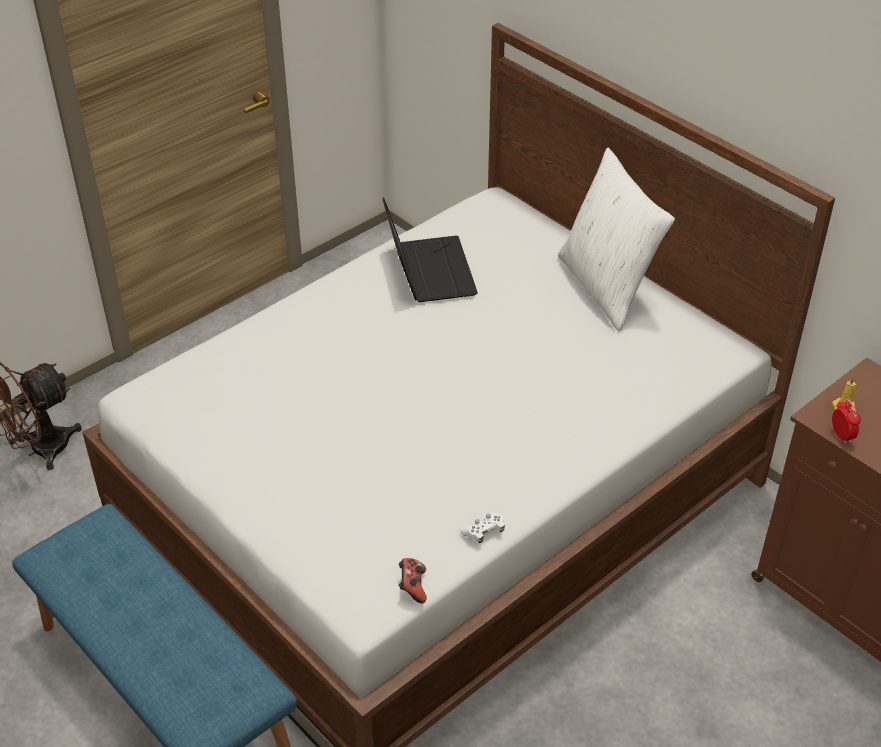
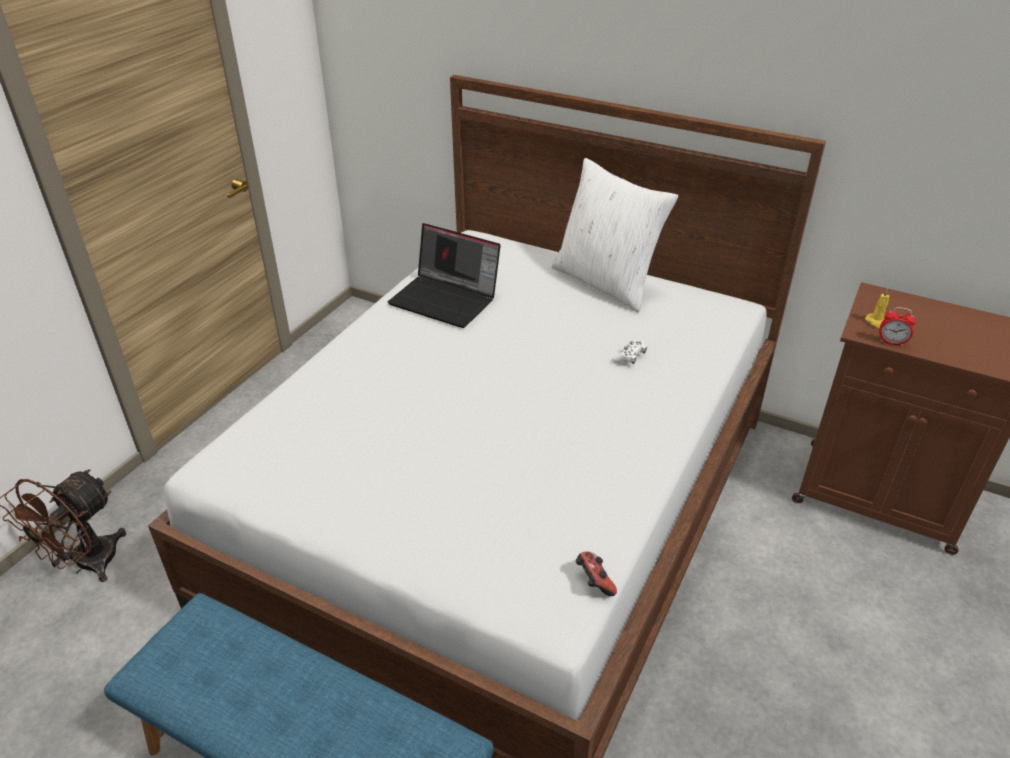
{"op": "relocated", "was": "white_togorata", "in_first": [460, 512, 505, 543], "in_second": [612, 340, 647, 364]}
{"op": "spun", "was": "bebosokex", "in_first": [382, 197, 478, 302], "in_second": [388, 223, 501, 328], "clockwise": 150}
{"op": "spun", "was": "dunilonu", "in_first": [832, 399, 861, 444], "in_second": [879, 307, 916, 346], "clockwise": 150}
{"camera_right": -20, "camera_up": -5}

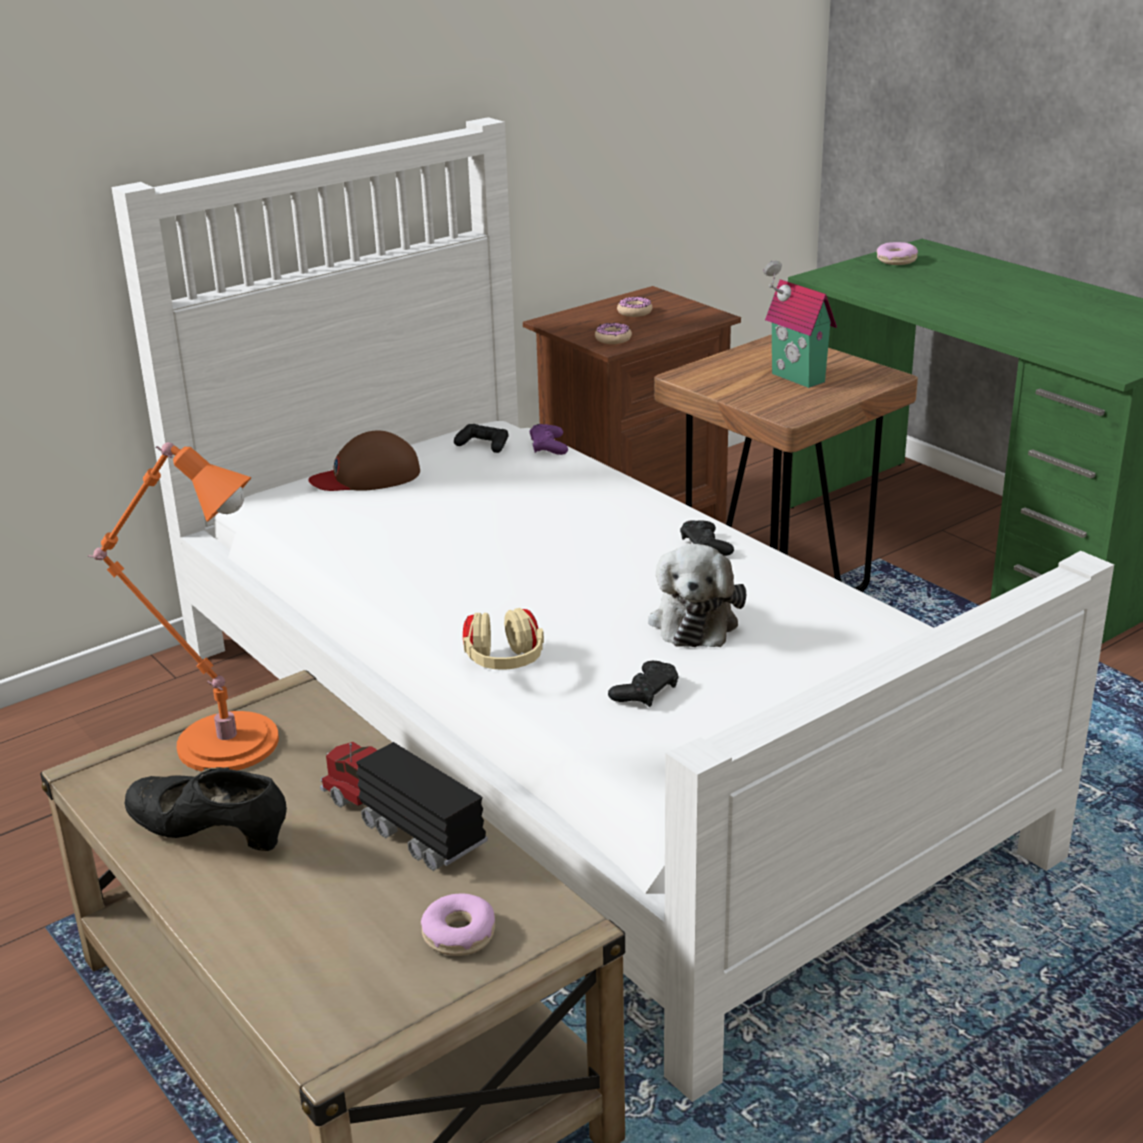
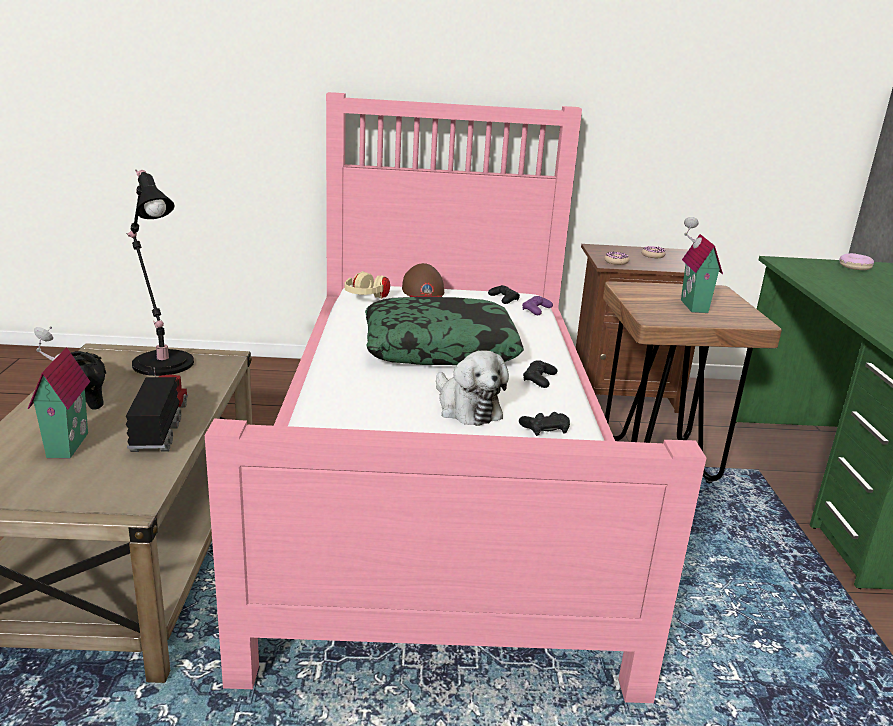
{"op": "missing", "was": "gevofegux", "in_first": [421, 894, 495, 956]}
{"op": "appeared", "now": "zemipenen", "in_second": [28, 327, 90, 458]}
{"op": "appeared", "now": "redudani", "in_second": [365, 297, 524, 365]}
{"op": "relocated", "was": "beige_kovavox", "in_first": [463, 608, 544, 670], "in_second": [345, 271, 390, 299]}
{"op": "relocated", "was": "black_togorata", "in_first": [608, 661, 679, 707], "in_second": [519, 412, 570, 436]}
{"op": "colour", "was": "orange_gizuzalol", "now": "black_gizuzalol", "in_first": [88, 442, 279, 771], "in_second": [126, 170, 194, 376]}
{"op": "colour", "was": "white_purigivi", "now": "pink_purigivi", "in_first": [111, 117, 1114, 1102], "in_second": [205, 92, 706, 703]}
{"op": "spun", "was": "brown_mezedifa", "in_first": [308, 431, 420, 491], "in_second": [402, 263, 444, 297], "clockwise": -120}
{"op": "spun", "was": "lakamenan", "in_first": [648, 544, 746, 647], "in_second": [436, 351, 509, 426], "clockwise": -75}
{"camera_right": 35, "camera_up": -5}

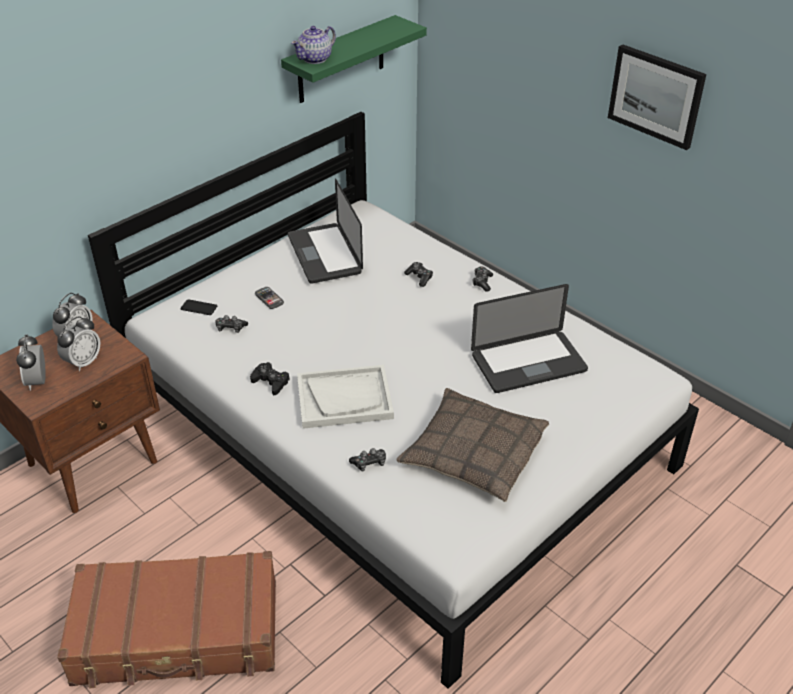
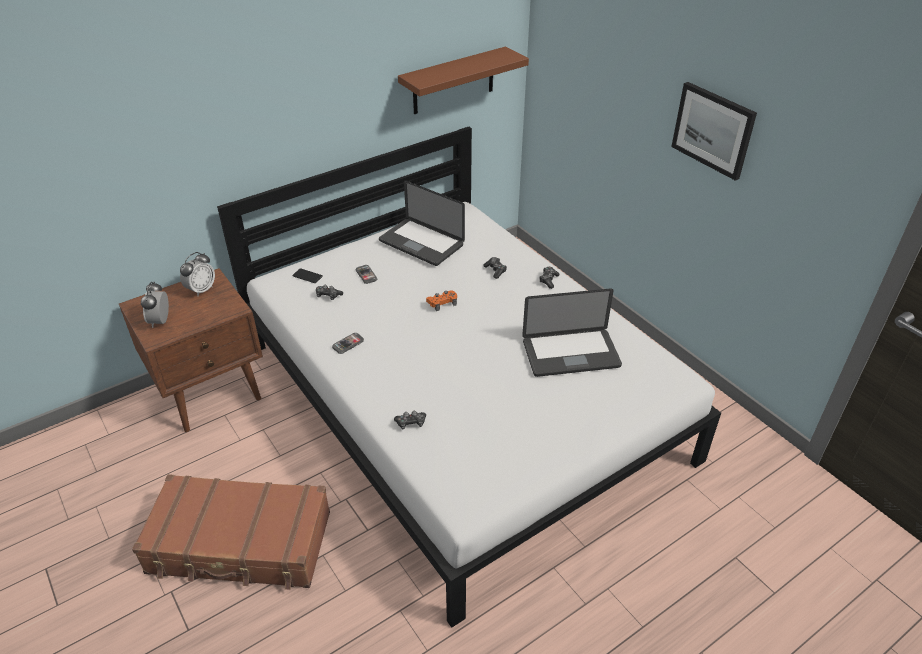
{"op": "missing", "was": "dunilonu", "in_first": [57, 316, 100, 371]}
{"op": "missing", "was": "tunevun", "in_first": [291, 26, 336, 64]}
{"op": "missing", "was": "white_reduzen", "in_first": [297, 365, 394, 429]}
{"op": "missing", "was": "redudani", "in_first": [397, 388, 549, 502]}
{"op": "appeared", "now": "orange_togorata", "in_second": [426, 290, 457, 311]}
{"op": "exchanged", "was": "black_togorata", "now": "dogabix", "in_first": [250, 362, 290, 395], "in_second": [332, 333, 364, 354]}
{"op": "colour", "was": "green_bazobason", "now": "brown_bazobason", "in_first": [281, 15, 427, 103], "in_second": [398, 47, 529, 114]}
{"op": "spun", "was": "bebosokex", "in_first": [288, 179, 363, 284], "in_second": [379, 180, 465, 266], "clockwise": -45}
{"camera_right": 10, "camera_up": 0}

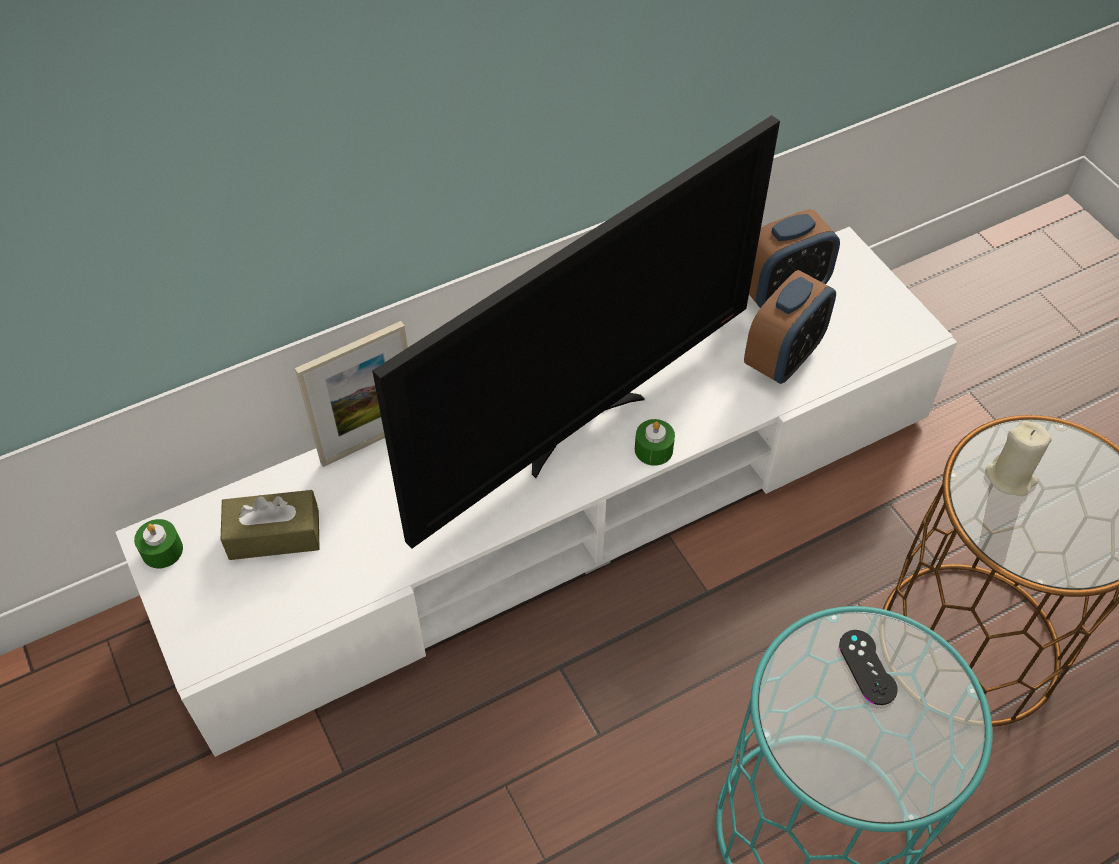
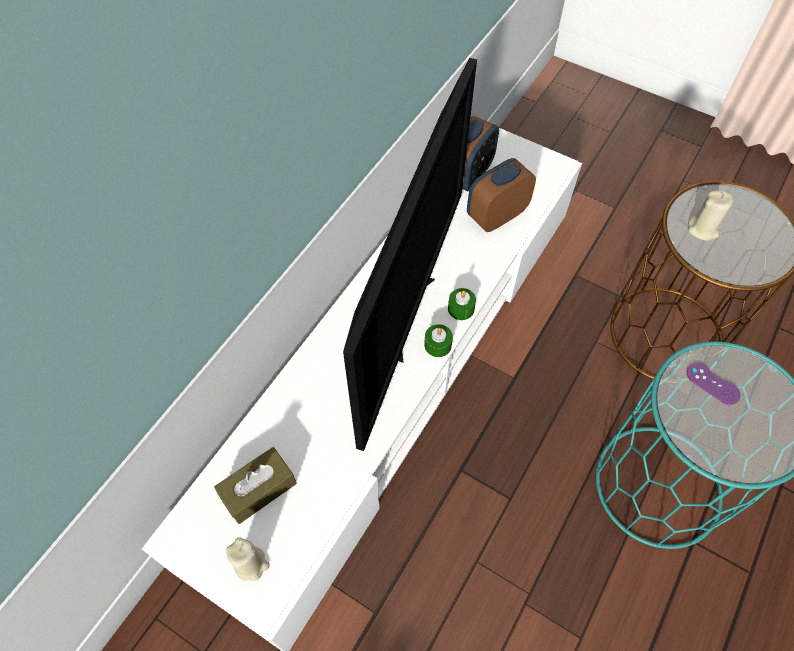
{"op": "missing", "was": "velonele", "in_first": [295, 321, 408, 467]}
{"op": "appeared", "now": "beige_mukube", "in_second": [226, 537, 269, 581]}
{"op": "relocated", "was": "green_mukube", "in_first": [134, 519, 183, 568], "in_second": [424, 324, 453, 357]}
{"op": "colour", "was": "black_togorata", "now": "purple_togorata", "in_first": [839, 630, 898, 705], "in_second": [687, 363, 741, 405]}
{"op": "spun", "was": "dunilonu", "in_first": [744, 270, 836, 384], "in_second": [467, 158, 536, 232], "clockwise": -135}
{"camera_right": -30, "camera_up": 5}

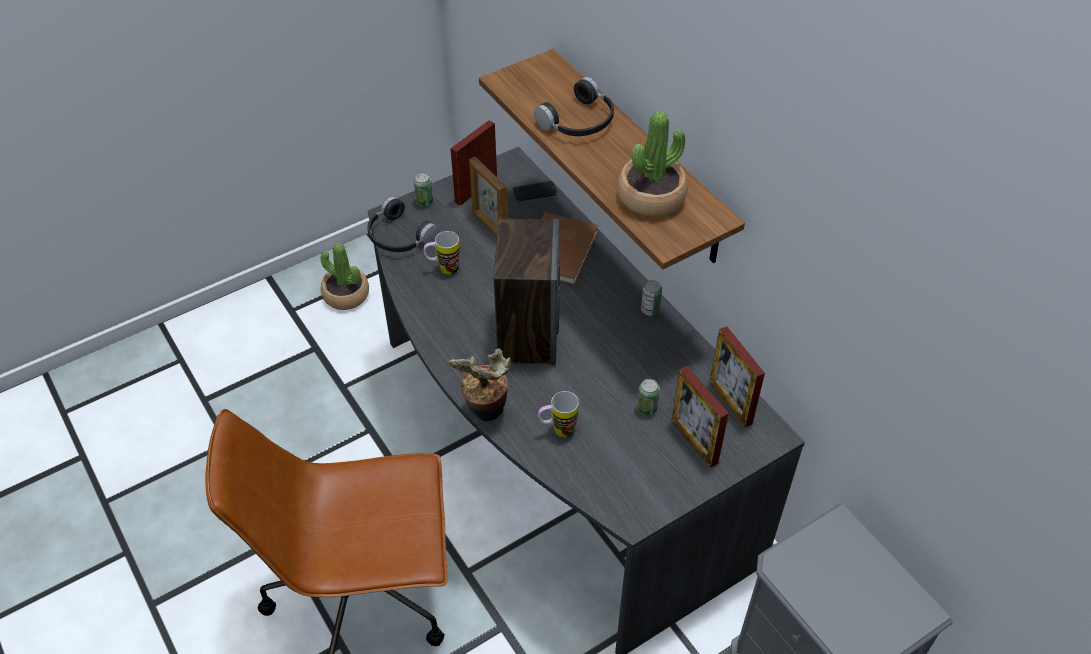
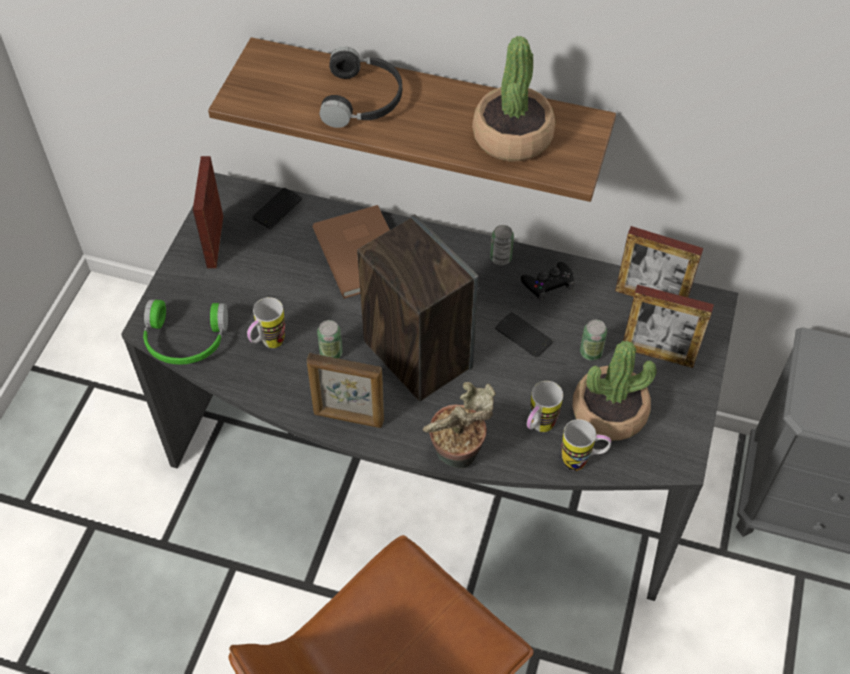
{"op": "appeared", "now": "dogabix", "in_second": [495, 312, 553, 357]}
{"op": "appeared", "now": "black_togorata", "in_second": [521, 262, 574, 301]}
{"op": "appeared", "now": "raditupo", "in_second": [561, 419, 611, 471]}
{"op": "relocated", "was": "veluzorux", "in_first": [321, 243, 369, 310], "in_second": [573, 340, 657, 441]}
{"op": "relocated", "was": "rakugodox", "in_first": [414, 173, 433, 207], "in_second": [317, 320, 343, 359]}
{"op": "relocated", "was": "velonele", "in_first": [469, 157, 508, 236], "in_second": [307, 353, 384, 428]}
{"op": "colour", "was": "black_kovavox", "now": "green_kovavox", "in_first": [367, 196, 438, 252], "in_second": [143, 299, 228, 365]}
{"camera_right": -40, "camera_up": 5}

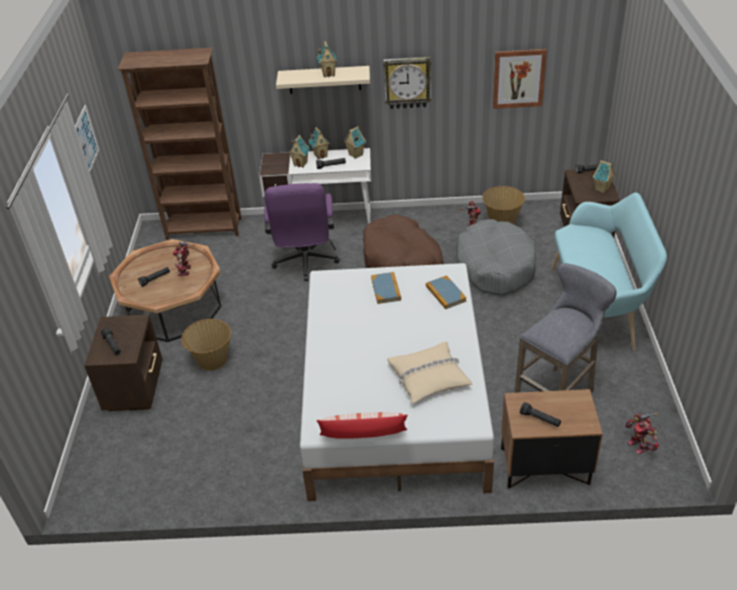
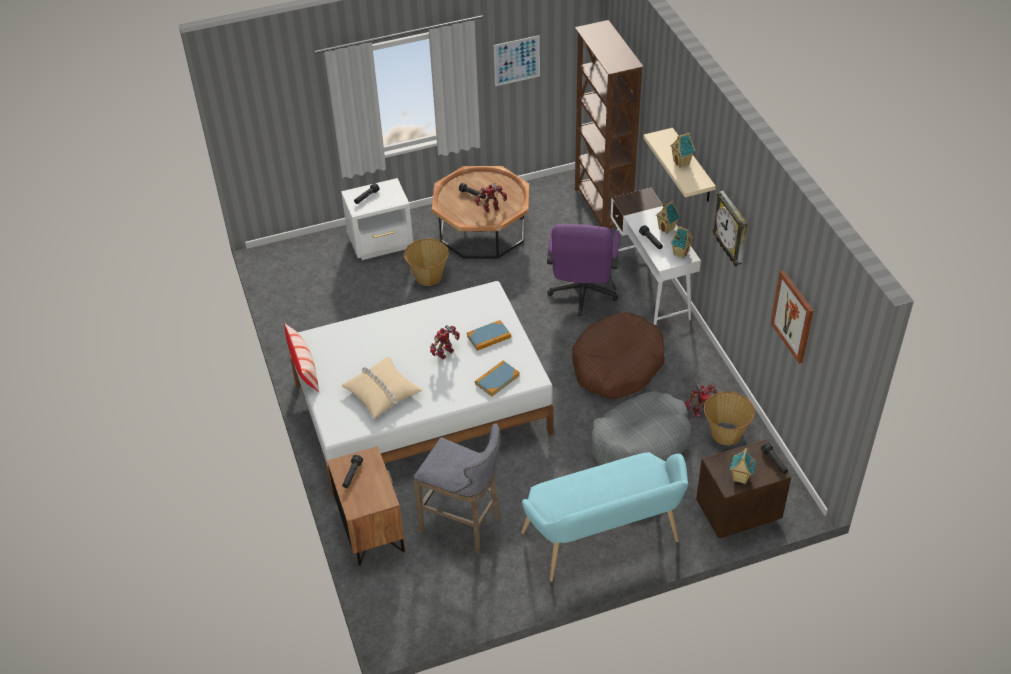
{"op": "missing", "was": "zemipenen", "in_first": [288, 135, 310, 168]}
{"op": "relocated", "was": "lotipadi", "in_first": [625, 413, 659, 455], "in_second": [430, 325, 460, 359]}
{"op": "colour", "was": "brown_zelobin", "now": "white_zelobin", "in_first": [84, 315, 163, 411], "in_second": [341, 178, 413, 260]}
{"op": "spun", "was": "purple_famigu", "in_first": [264, 183, 340, 281], "in_second": [547, 224, 620, 316], "clockwise": -60}
{"camera_right": 70, "camera_up": 5}

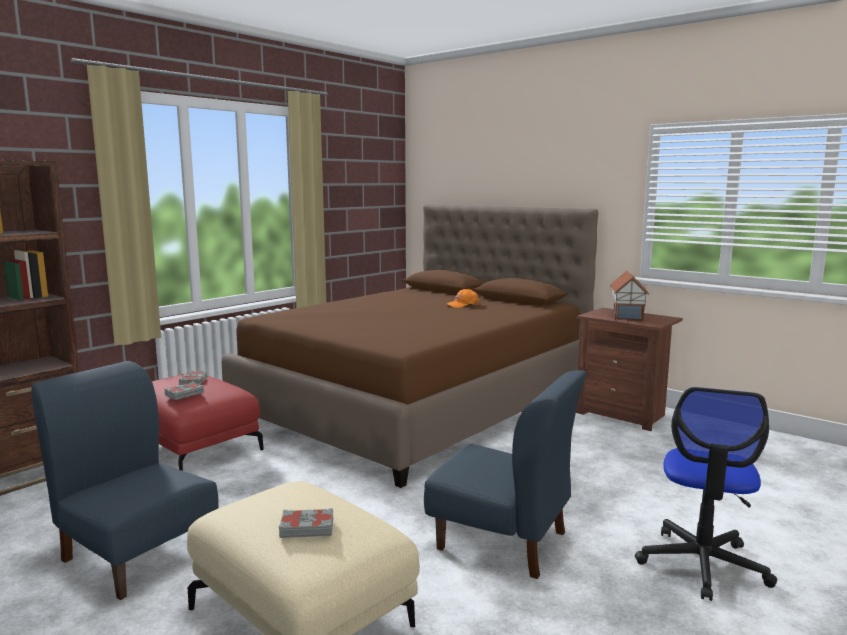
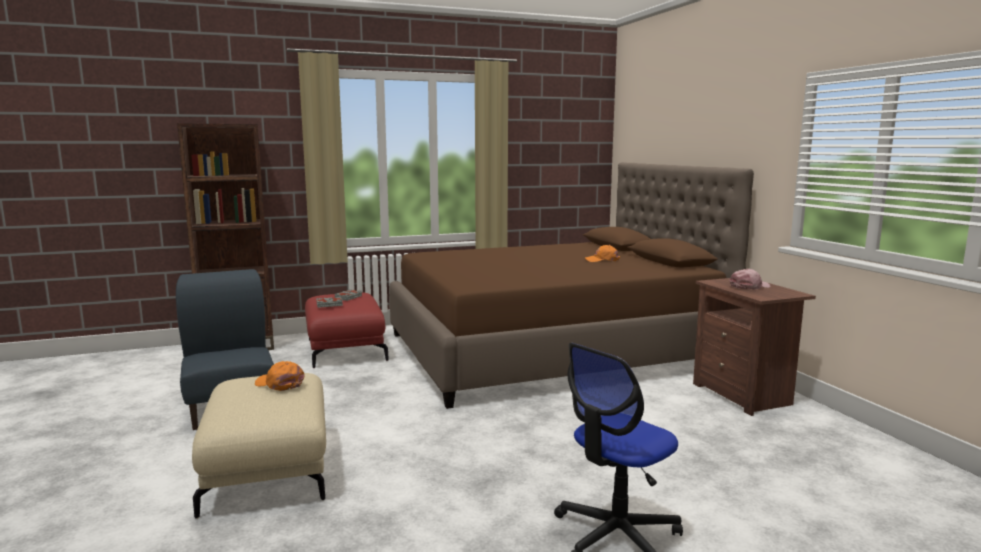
{"op": "missing", "was": "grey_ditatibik", "in_first": [279, 508, 333, 538]}
{"op": "missing", "was": "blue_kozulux", "in_first": [424, 370, 586, 579]}
{"op": "appeared", "now": "orange_mezedifa", "in_second": [255, 361, 305, 391]}
{"op": "exchanged", "was": "zemipenen", "now": "pink_mezedifa", "in_first": [610, 271, 649, 321], "in_second": [729, 269, 771, 289]}
{"camera_right": 30, "camera_up": 0}

